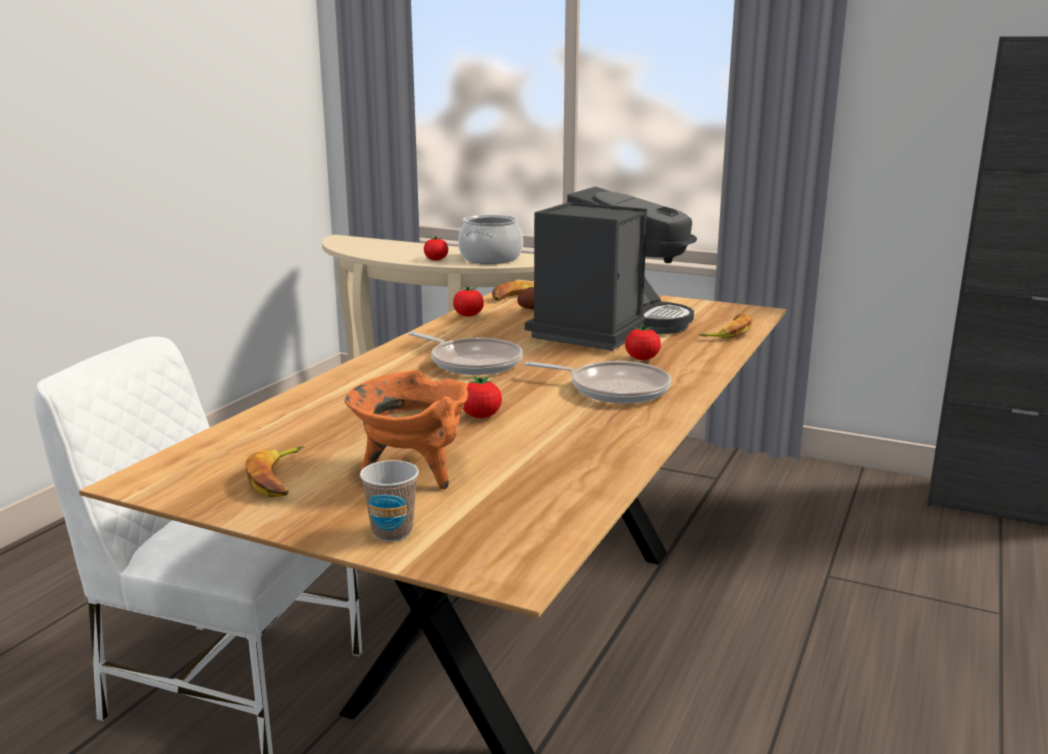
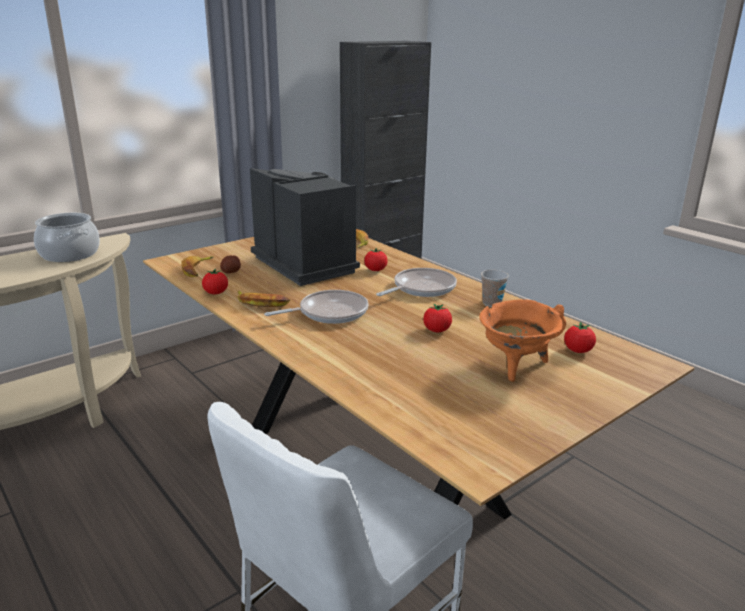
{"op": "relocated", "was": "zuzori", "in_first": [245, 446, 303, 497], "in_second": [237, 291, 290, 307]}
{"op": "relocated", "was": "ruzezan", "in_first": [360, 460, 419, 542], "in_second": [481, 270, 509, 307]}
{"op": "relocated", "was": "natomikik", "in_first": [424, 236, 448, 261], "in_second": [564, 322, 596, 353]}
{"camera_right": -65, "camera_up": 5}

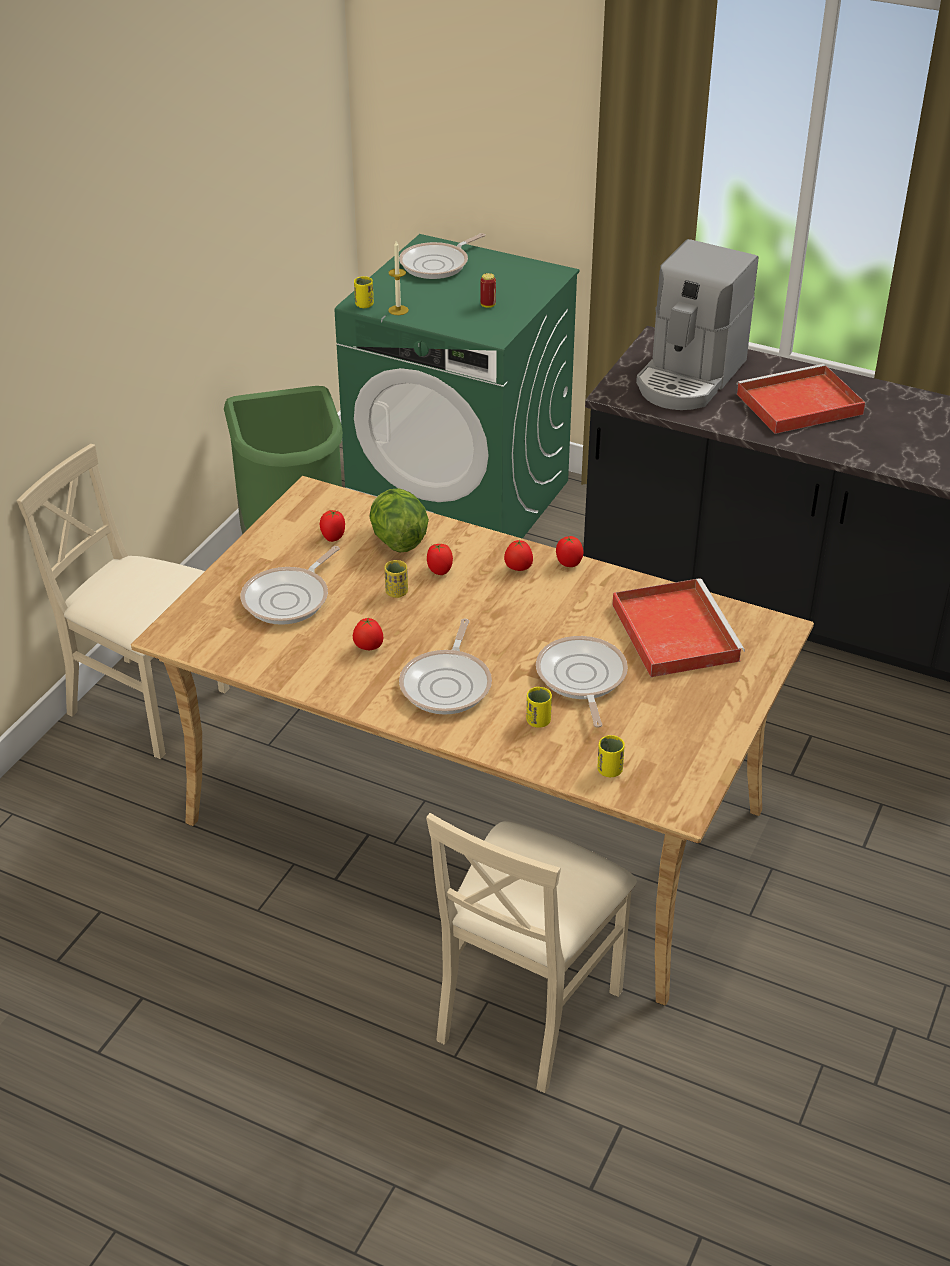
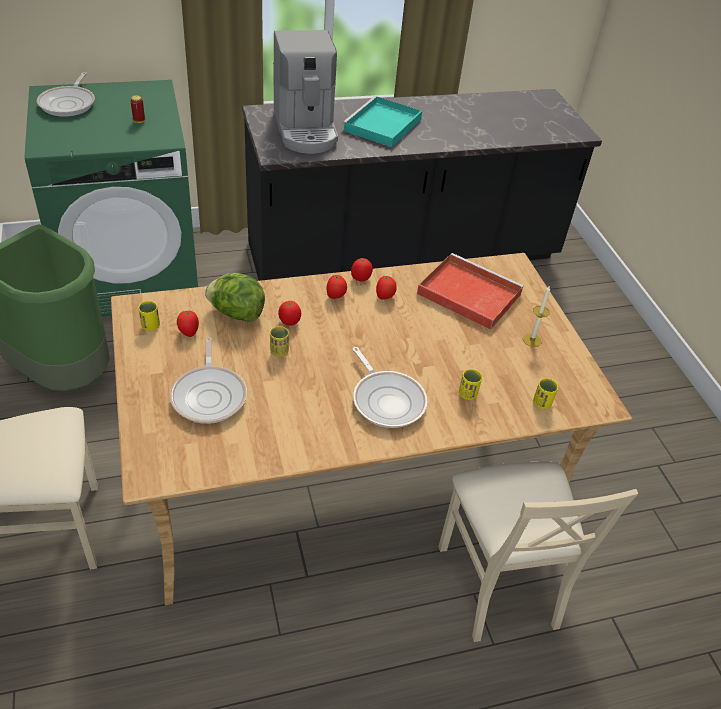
{"op": "missing", "was": "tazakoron", "in_first": [536, 636, 628, 728]}
{"op": "relocated", "was": "natomikik", "in_first": [353, 618, 383, 650], "in_second": [376, 276, 397, 299]}
{"op": "relocated", "was": "yellow_ruzezan", "in_first": [354, 276, 374, 308], "in_second": [138, 301, 160, 331]}
{"op": "relocated", "was": "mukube", "in_first": [388, 241, 409, 315], "in_second": [523, 285, 550, 347]}
{"op": "colour", "was": "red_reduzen", "now": "turquoise_reduzen", "in_first": [736, 364, 866, 434], "in_second": [342, 96, 422, 147]}
{"camera_right": -45, "camera_up": 5}

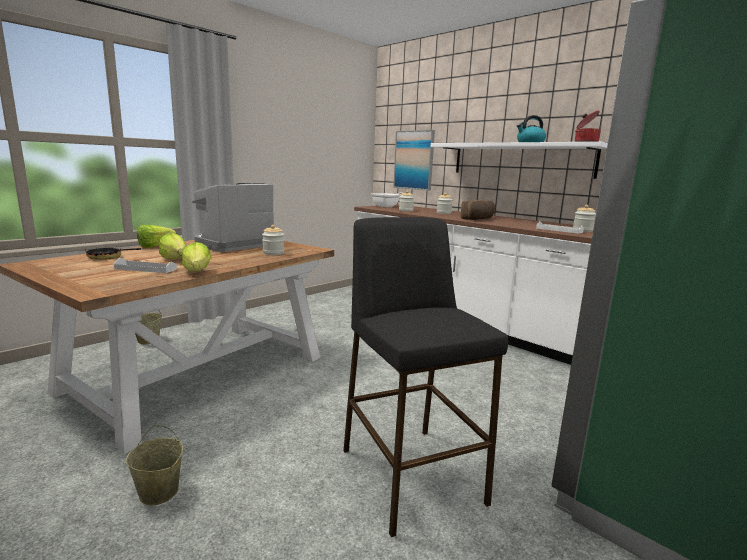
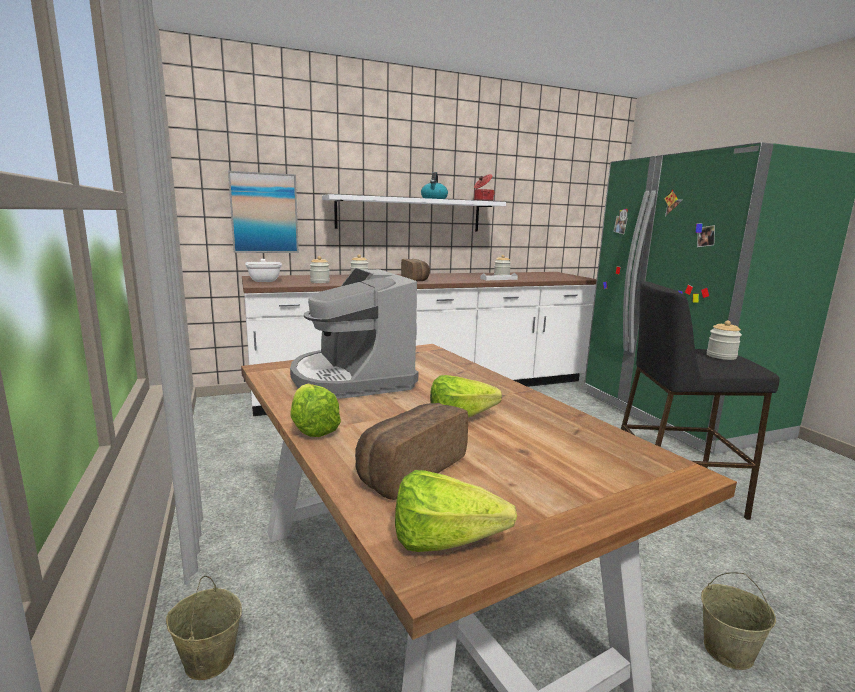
{"op": "missing", "was": "white_reduzen", "in_first": [114, 258, 177, 273]}
{"op": "relocated", "was": "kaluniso", "in_first": [182, 242, 212, 272], "in_second": [395, 470, 517, 552]}
{"op": "relocated", "was": "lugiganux", "in_first": [262, 225, 284, 255], "in_second": [707, 321, 742, 360]}
{"op": "exchanged", "was": "tazakoron", "now": "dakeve", "in_first": [85, 246, 141, 260], "in_second": [355, 403, 468, 500]}
{"camera_right": -65, "camera_up": 0}

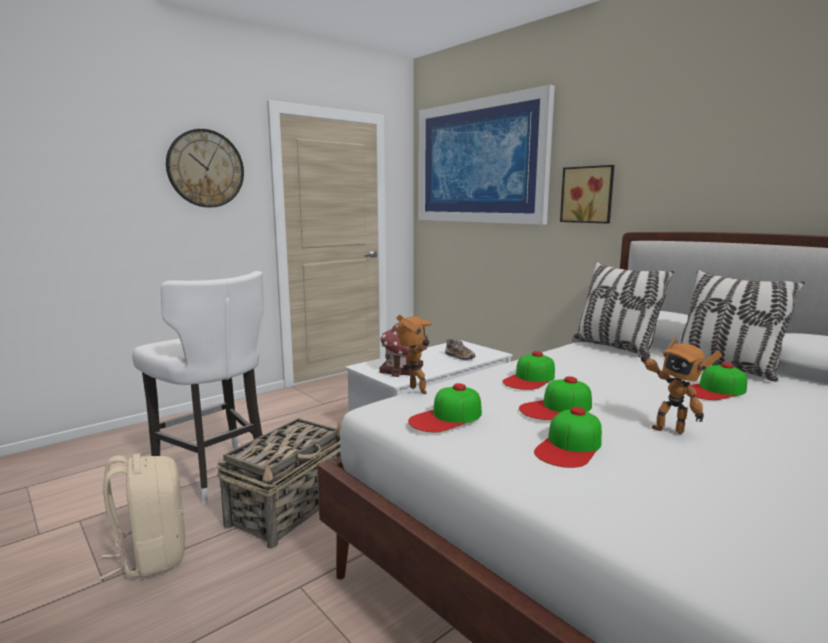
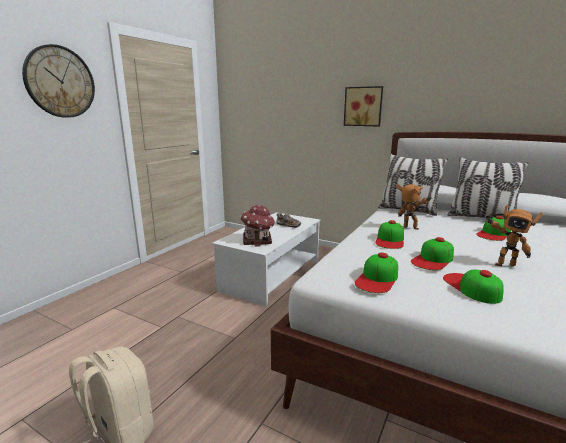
{"op": "missing", "was": "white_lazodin", "in_first": [132, 271, 264, 505]}
{"op": "missing", "was": "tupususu", "in_first": [217, 418, 341, 548]}
{"op": "missing", "was": "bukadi", "in_first": [419, 85, 555, 225]}
{"op": "relocated", "was": "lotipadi", "in_first": [397, 315, 432, 394], "in_second": [396, 184, 432, 230]}
{"op": "spun", "was": "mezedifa", "in_first": [534, 407, 602, 468], "in_second": [443, 269, 504, 304], "clockwise": 150}
{"camera_right": -20, "camera_up": 5}

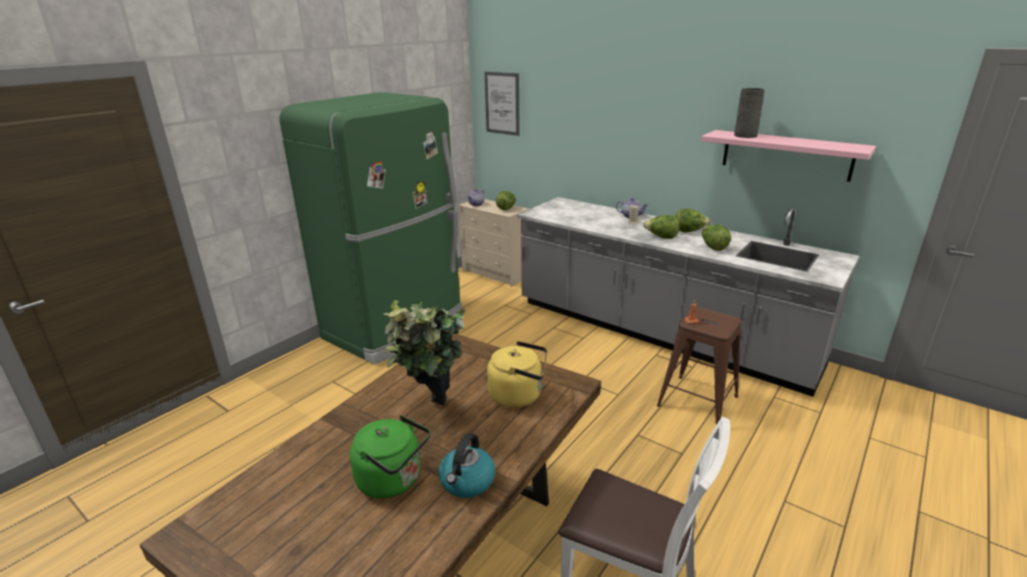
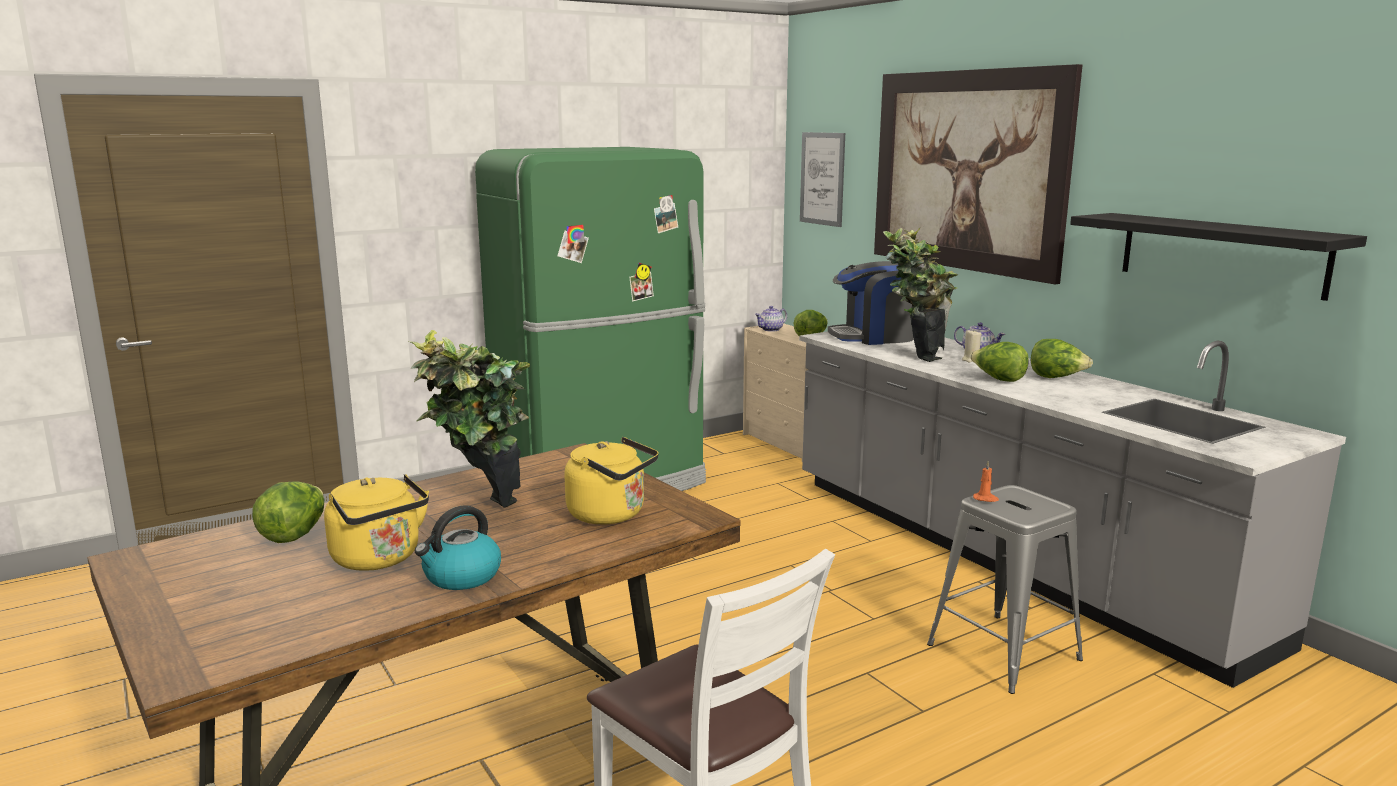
{"op": "missing", "was": "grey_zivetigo", "in_first": [734, 88, 765, 138]}
{"op": "appeared", "now": "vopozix", "in_second": [828, 261, 913, 345]}
{"op": "appeared", "now": "bukadi", "in_second": [874, 64, 1082, 284]}
{"op": "appeared", "now": "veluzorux", "in_second": [883, 227, 958, 362]}
{"op": "relocated", "was": "kaluniso", "in_first": [702, 224, 731, 251], "in_second": [252, 481, 324, 543]}
{"op": "colour", "was": "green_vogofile", "now": "yellow_vogofile", "in_first": [350, 415, 430, 499], "in_second": [324, 474, 429, 571]}
{"op": "colour", "was": "brown_lazodin", "now": "grey_lazodin", "in_first": [657, 307, 741, 425], "in_second": [927, 485, 1083, 694]}
{"op": "colour", "was": "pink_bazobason", "now": "black_bazobason", "in_first": [701, 130, 876, 182], "in_second": [1070, 213, 1367, 301]}
{"camera_right": 20, "camera_up": -10}

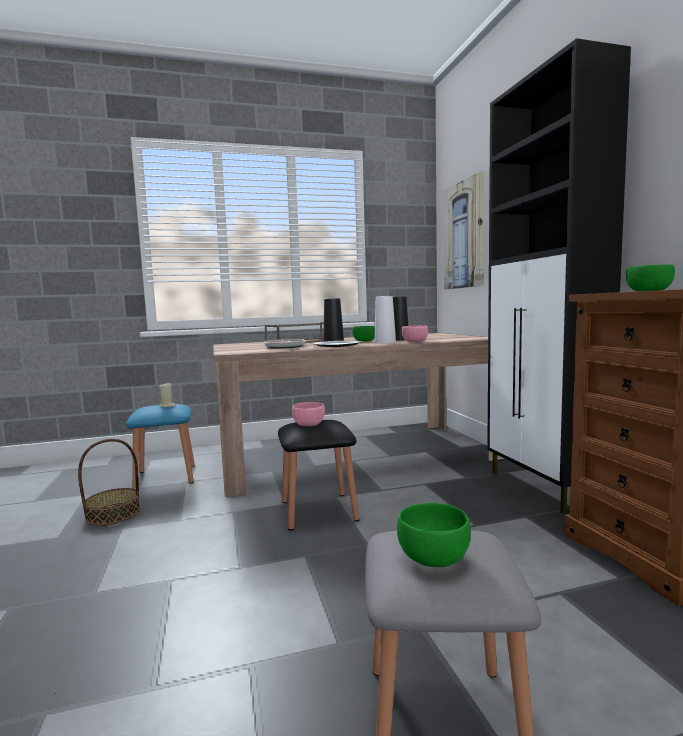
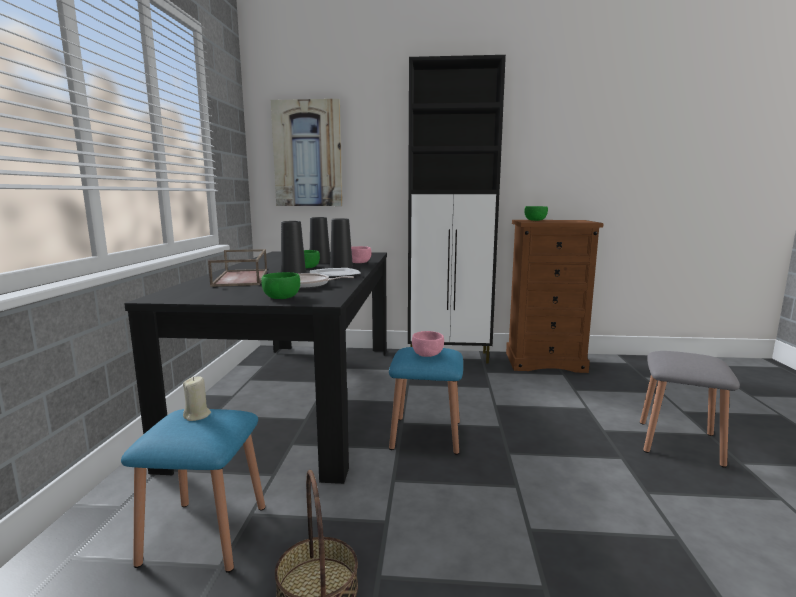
{"op": "relocated", "was": "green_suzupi", "in_first": [397, 503, 471, 567], "in_second": [261, 272, 300, 299]}
{"op": "colour", "was": "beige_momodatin", "now": "black_momodatin", "in_first": [213, 333, 504, 497], "in_second": [124, 251, 387, 484]}
{"op": "colour", "was": "black_lazodin", "now": "blue_lazodin", "in_first": [278, 420, 359, 530], "in_second": [389, 347, 463, 455]}
{"op": "colour", "was": "white_zivetigo", "now": "black_zivetigo", "in_first": [374, 296, 396, 344], "in_second": [330, 218, 353, 268]}
{"camera_right": -70, "camera_up": 5}

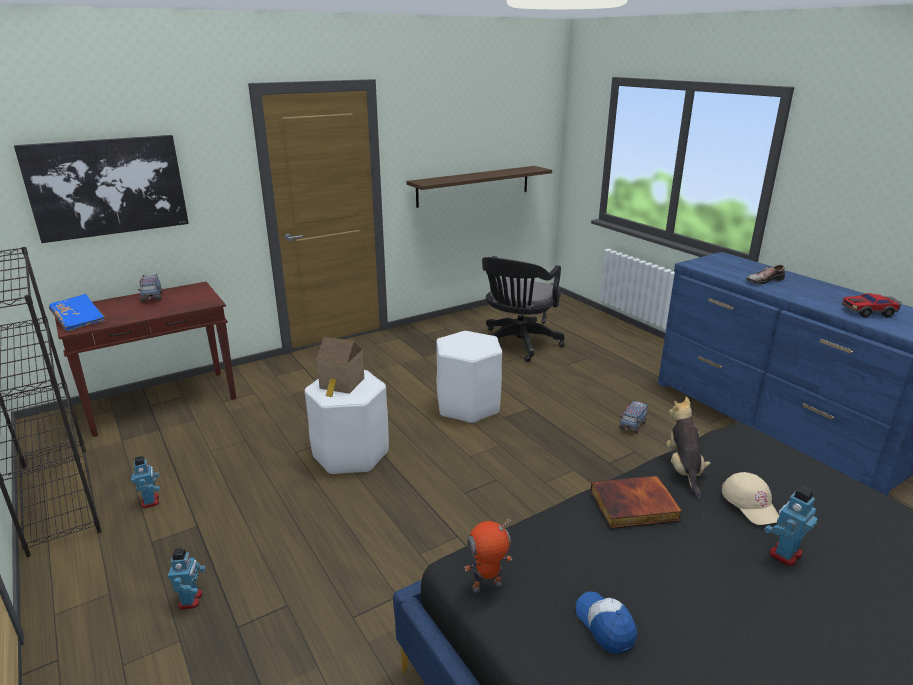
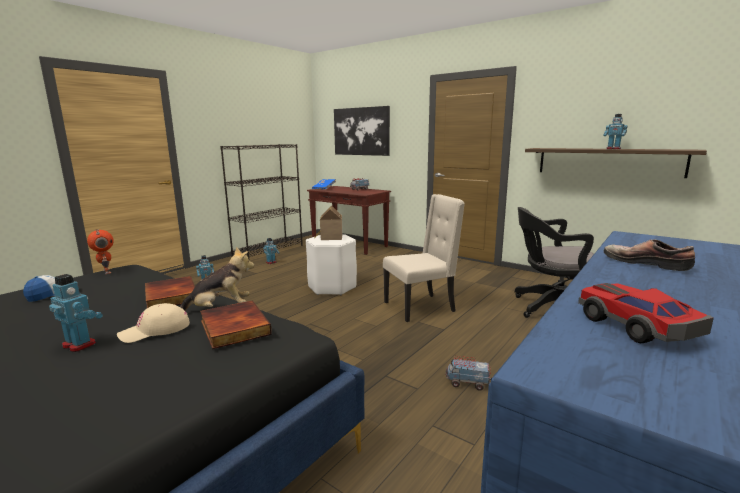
{"op": "appeared", "now": "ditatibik", "in_second": [200, 300, 272, 349]}
{"op": "appeared", "now": "lotipadi", "in_second": [604, 114, 628, 149]}
{"op": "exchanged", "was": "white_lazodin", "now": "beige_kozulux", "in_first": [436, 331, 502, 424], "in_second": [383, 194, 465, 322]}
{"camera_right": 70, "camera_up": -10}

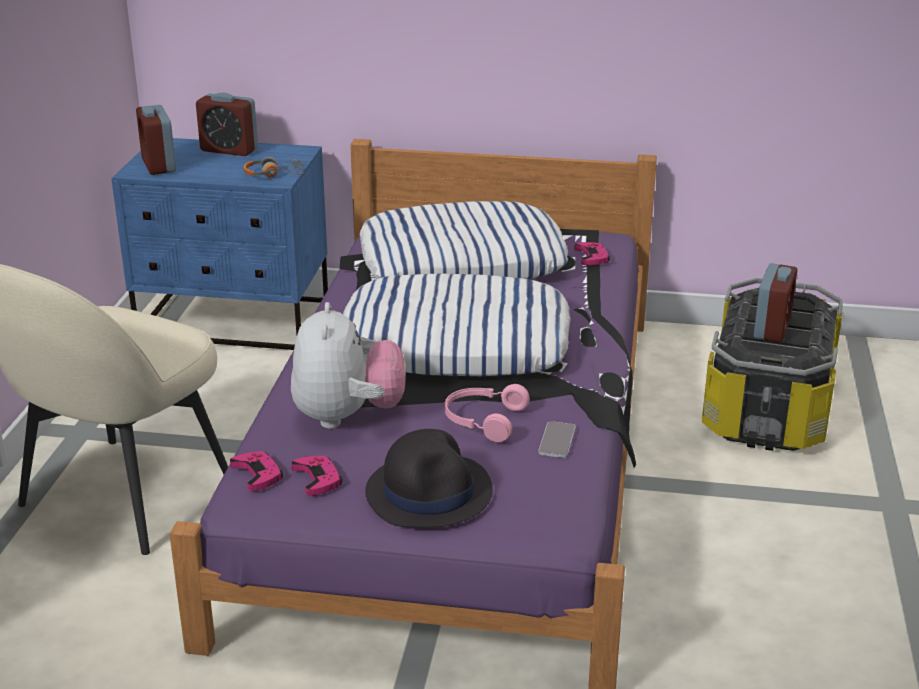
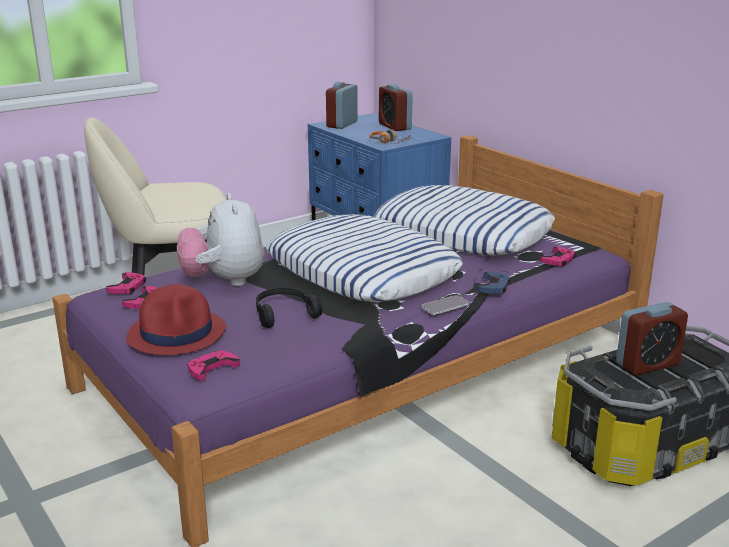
{"op": "appeared", "now": "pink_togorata", "in_second": [187, 350, 240, 380]}
{"op": "appeared", "now": "blue_togorata", "in_second": [477, 272, 510, 294]}
{"op": "relocated", "was": "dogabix", "in_first": [538, 421, 576, 458], "in_second": [422, 295, 470, 315]}
{"op": "colour", "was": "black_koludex", "now": "red_koludex", "in_first": [365, 429, 493, 528], "in_second": [126, 284, 226, 355]}
{"op": "colour", "was": "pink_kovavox", "now": "black_kovavox", "in_first": [445, 384, 529, 442], "in_second": [256, 288, 322, 328]}
{"op": "spun", "was": "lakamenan", "in_first": [291, 302, 406, 429], "in_second": [177, 193, 264, 286], "clockwise": 120}
{"camera_right": 45, "camera_up": -5}

